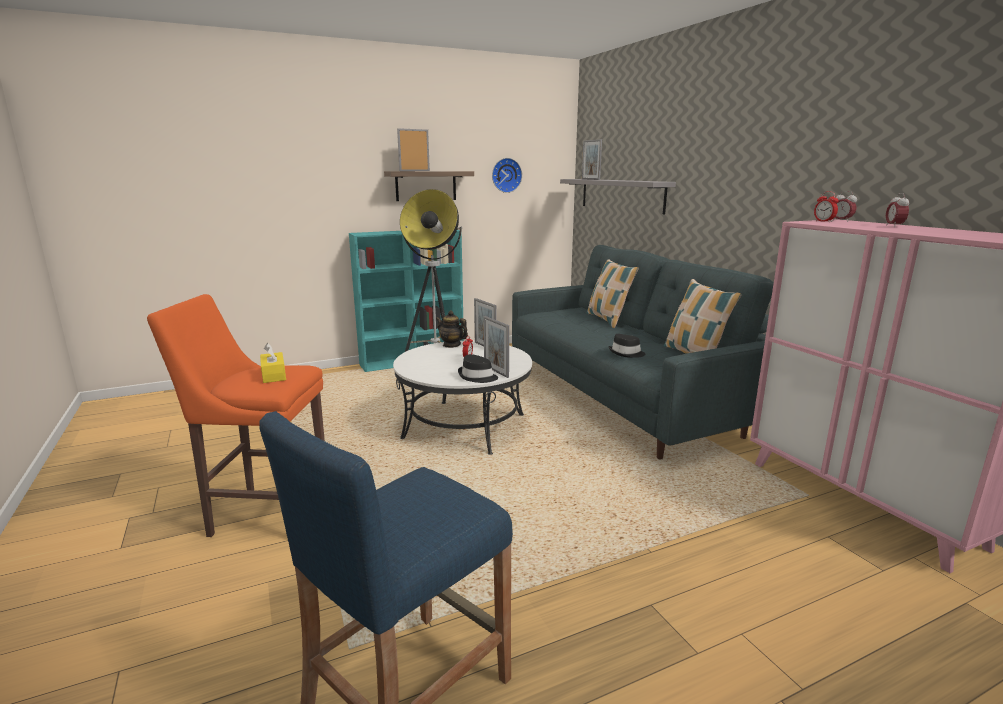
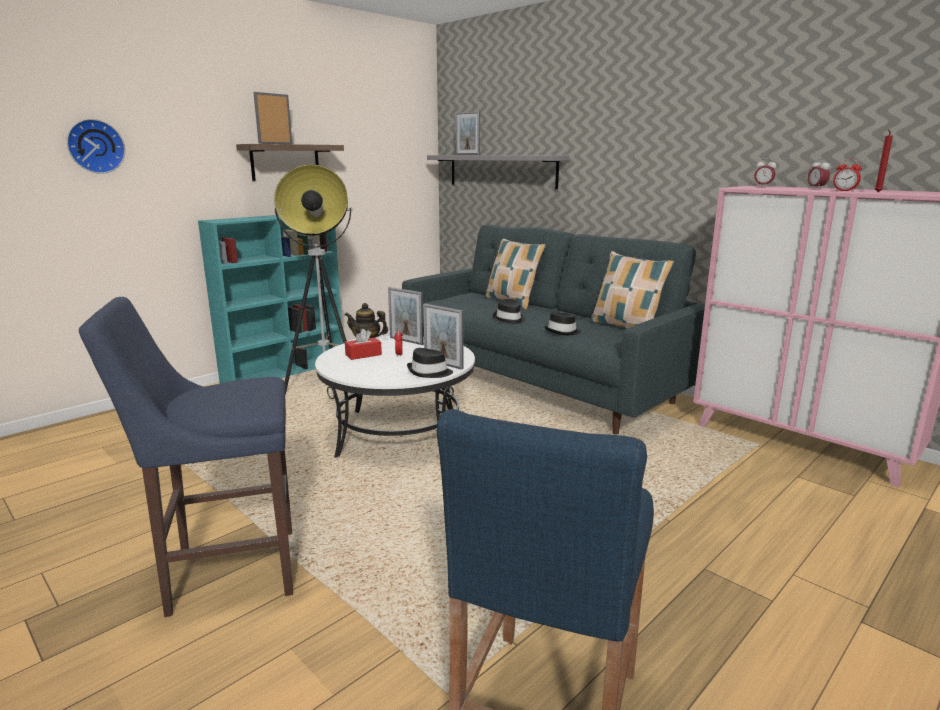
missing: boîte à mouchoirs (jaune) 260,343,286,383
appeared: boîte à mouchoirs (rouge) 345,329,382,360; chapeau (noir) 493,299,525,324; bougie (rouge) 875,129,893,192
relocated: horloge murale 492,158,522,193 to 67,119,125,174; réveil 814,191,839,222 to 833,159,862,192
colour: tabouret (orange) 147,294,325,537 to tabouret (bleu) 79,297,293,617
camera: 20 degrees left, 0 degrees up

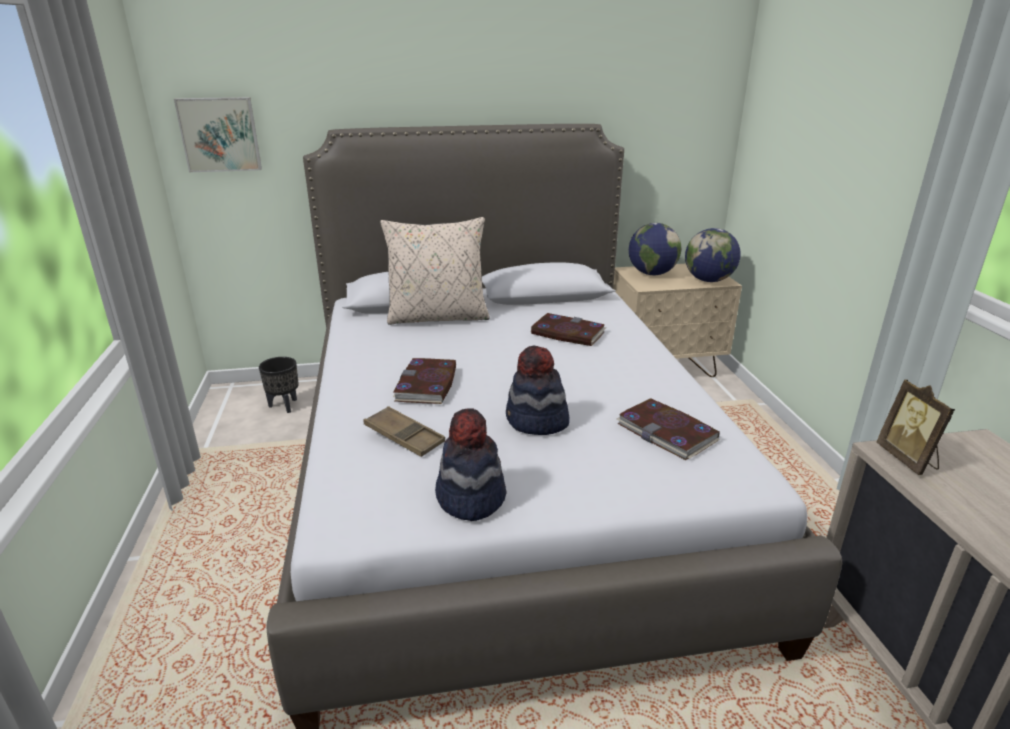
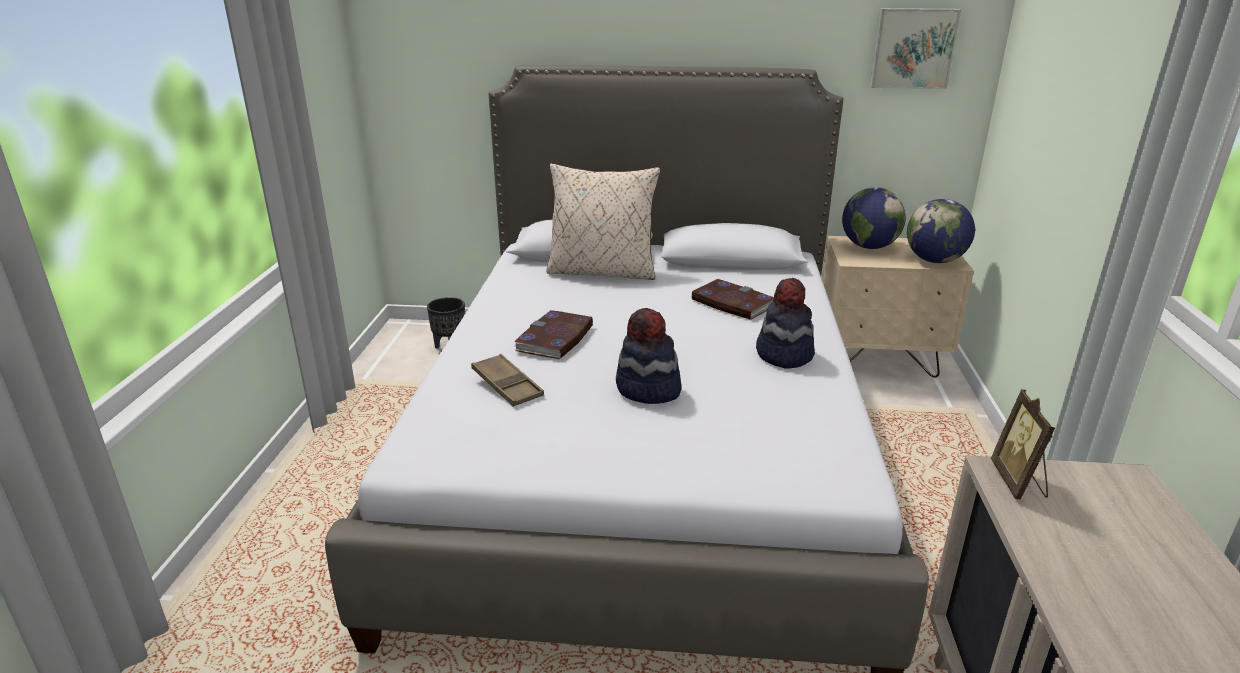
missing: livre 617,398,720,460
relocated: tableau 174,97,262,172 to 870,8,961,89; chapeau 435,408,506,521 to 756,278,815,369
camera: 15 degrees right, 0 degrees up

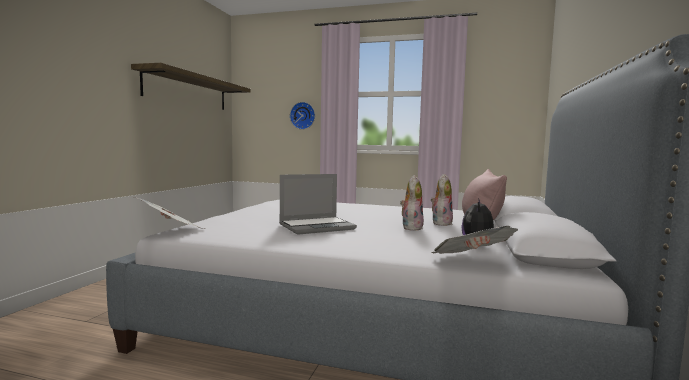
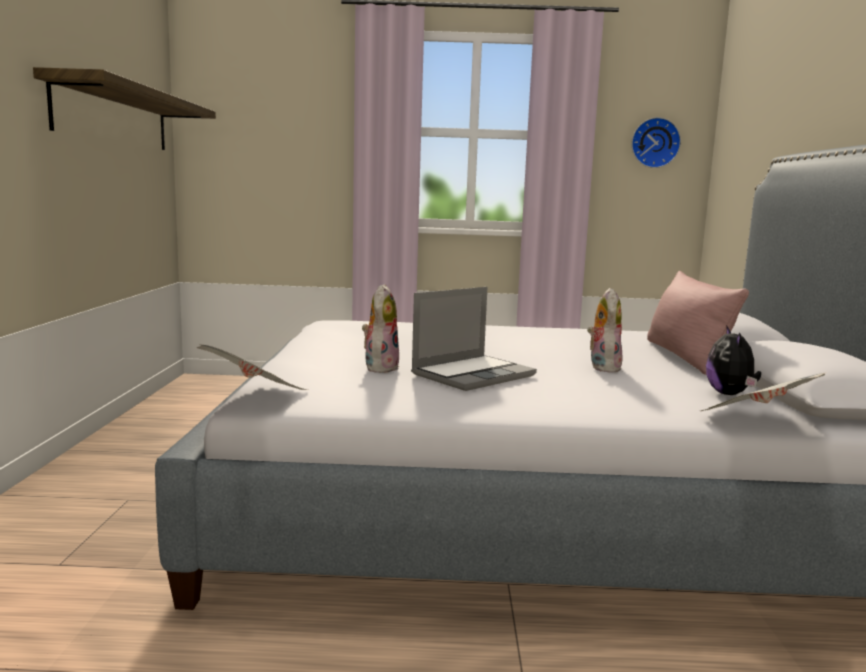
relocated: horloge murale 290,102,315,130 to 631,117,681,168; peluche 431,174,453,226 to 362,284,399,373
camera: 15 degrees left, 5 degrees up

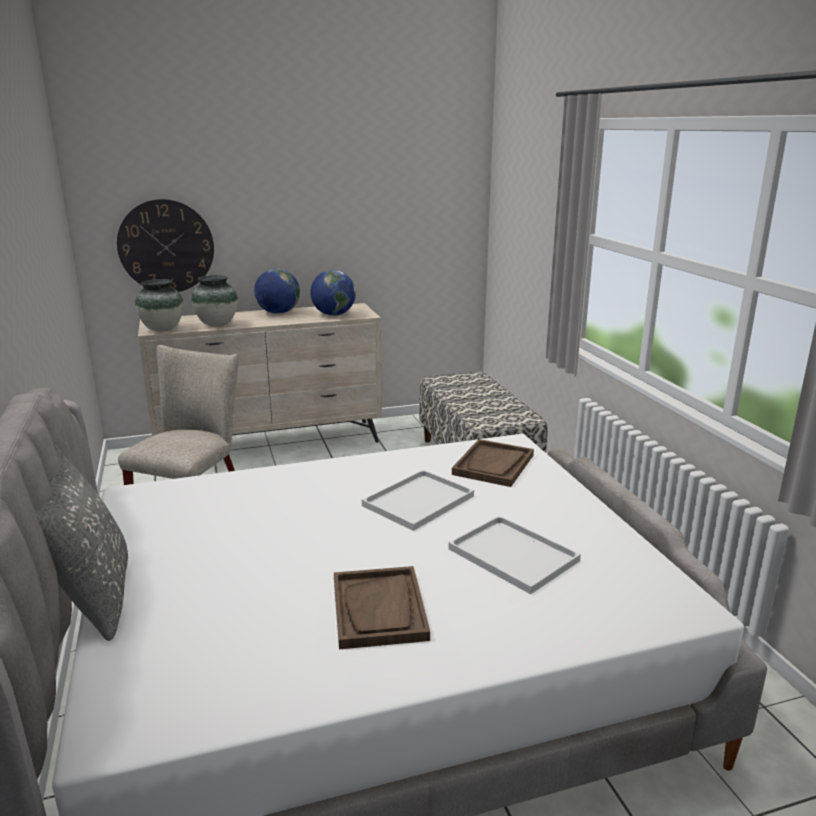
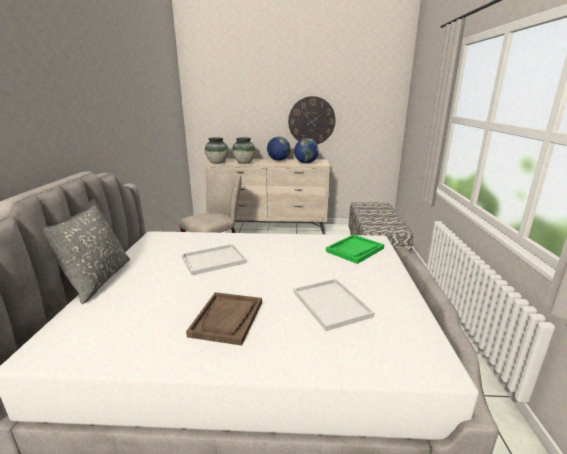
relocated: horloge murale 117,199,214,292 to 288,96,336,145; plateau (blanc) 362,470,474,531 to 182,244,247,275
colour: plateau (marron) 452,439,534,487 to plateau (vert) 326,234,384,264
camera: 20 degrees right, 0 degrees up

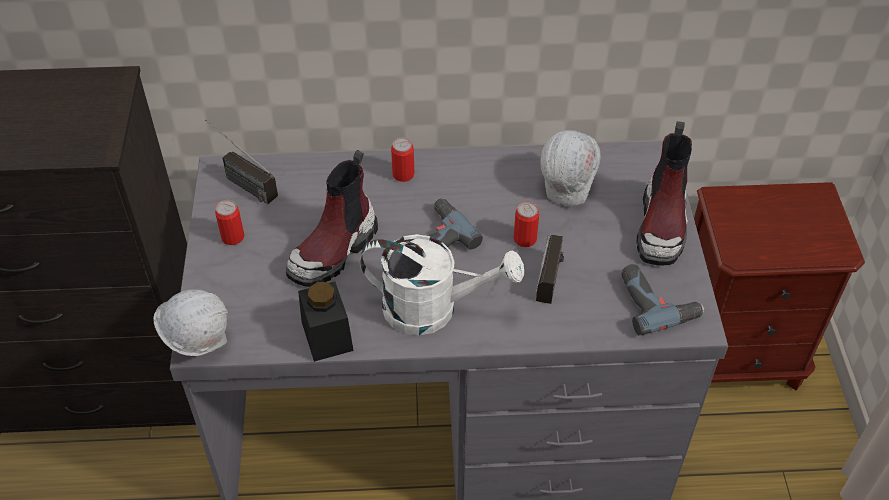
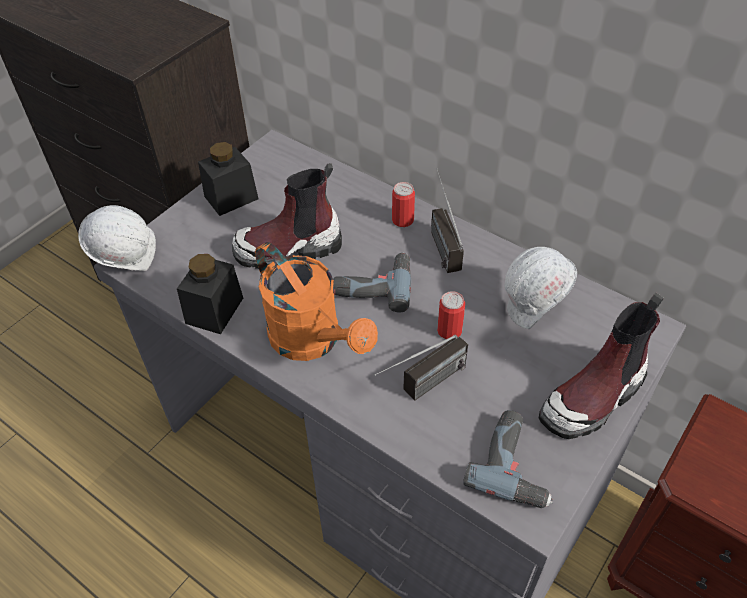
relocated: radio 205,120,278,204 to 431,168,464,273
exchanged: boîte métallique 215,200,245,245 to bocal (noir) 198,142,259,216
colour: arrosoir (blanc) 360,234,524,335 to arrosoir (orange) 255,242,378,361
camera: 40 degrees right, 0 degrees up

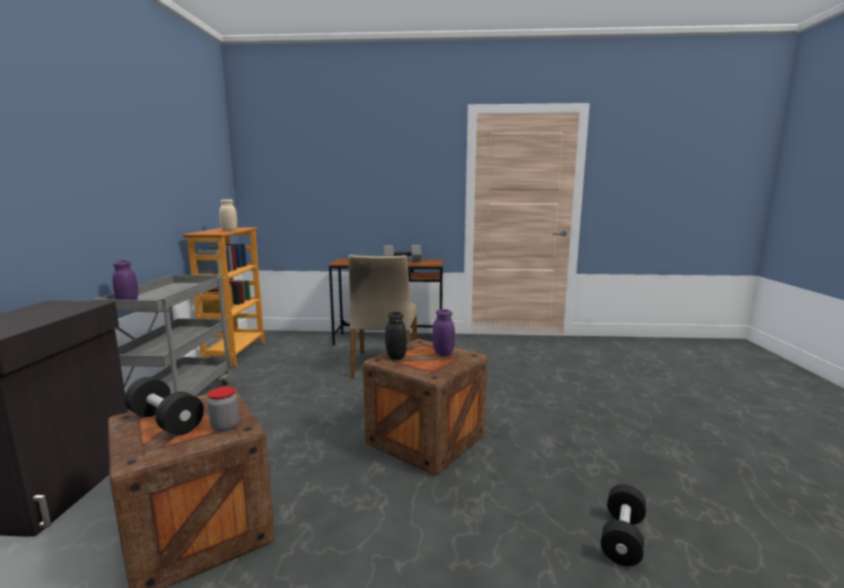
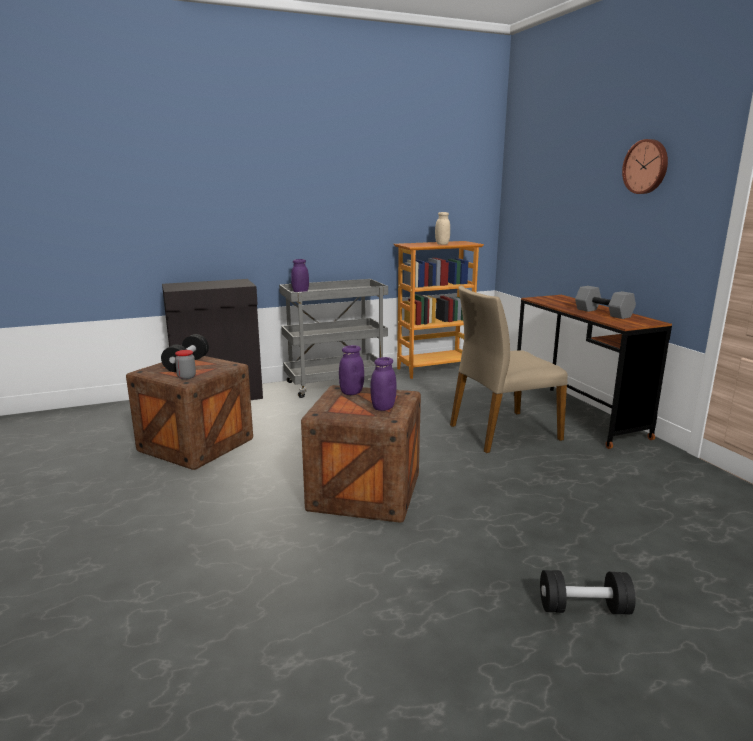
appeared: horloge murale 622,139,668,194
relocated: haltère (noir) 601,484,646,566 to 540,570,636,614
colour: bocal (noir) 385,312,407,360 to bocal (violet) 339,345,364,395
camera: 65 degrees right, 5 degrees up

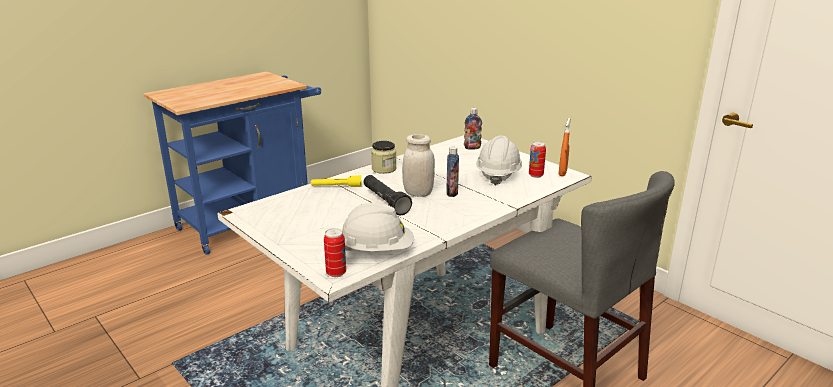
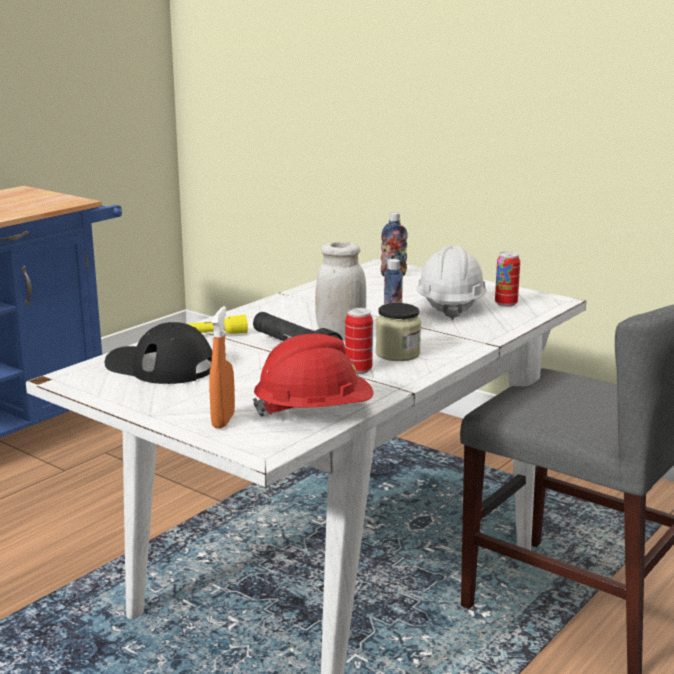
appeared: casquette (noir) 105,322,212,384
relocated: boîte métallique 324,228,346,277 to 345,308,373,374; bocal 371,141,396,174 to 376,303,421,361; vaporisateur (orange) 558,118,570,176 to 209,306,235,428
colour: casque de chantier (blanc) 342,202,414,251 to casque de chantier (rouge) 253,334,374,417
camera: 10 degrees left, 5 degrees down

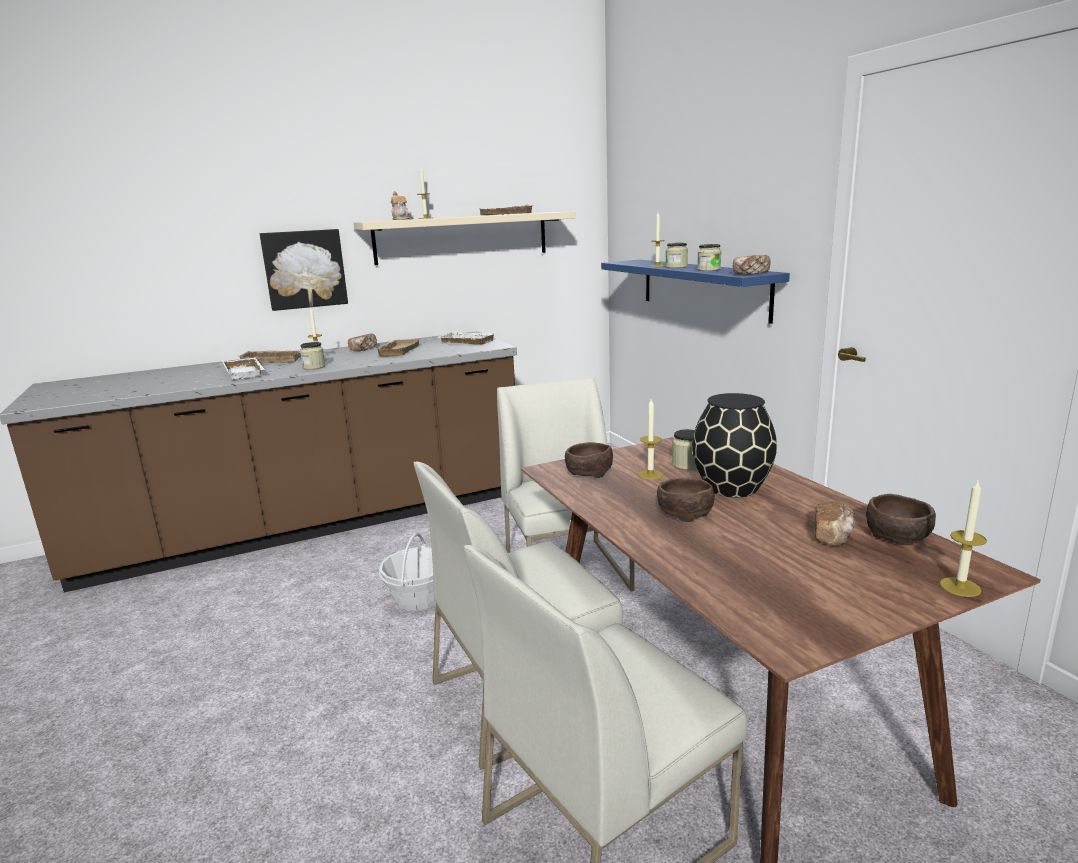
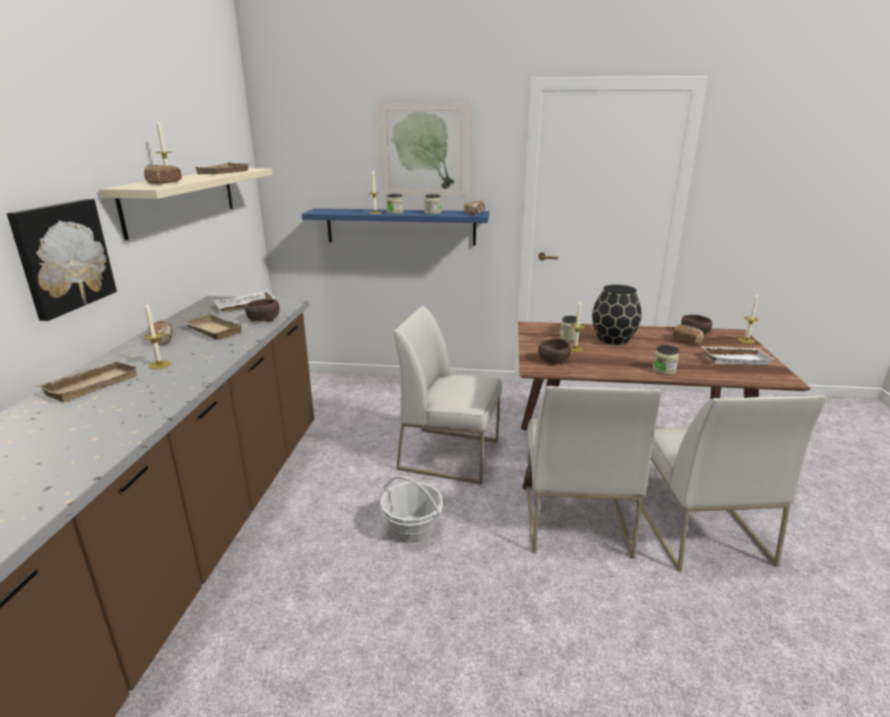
appeared: tableau 380,103,469,197
relocated: plateau (blanc) 222,358,265,381 to 701,346,773,365; bocal 300,342,326,370 to 653,345,679,375; bol (marron) 657,477,715,522 to 245,299,280,322
exchanged: théière 391,191,410,220 to pain 144,165,182,184
camera: 60 degrees left, 5 degrees up

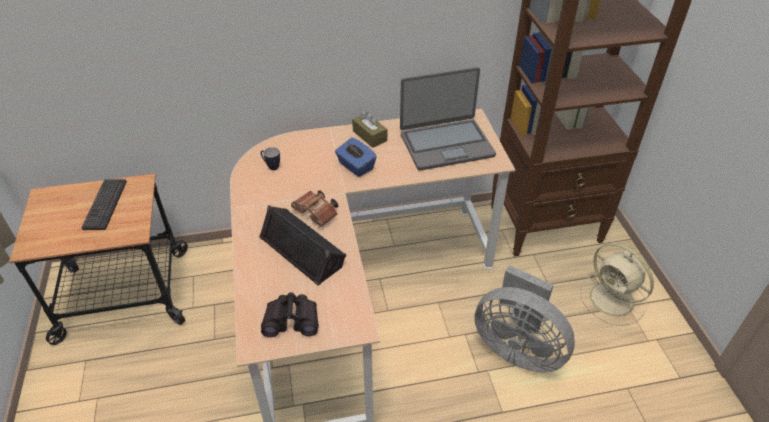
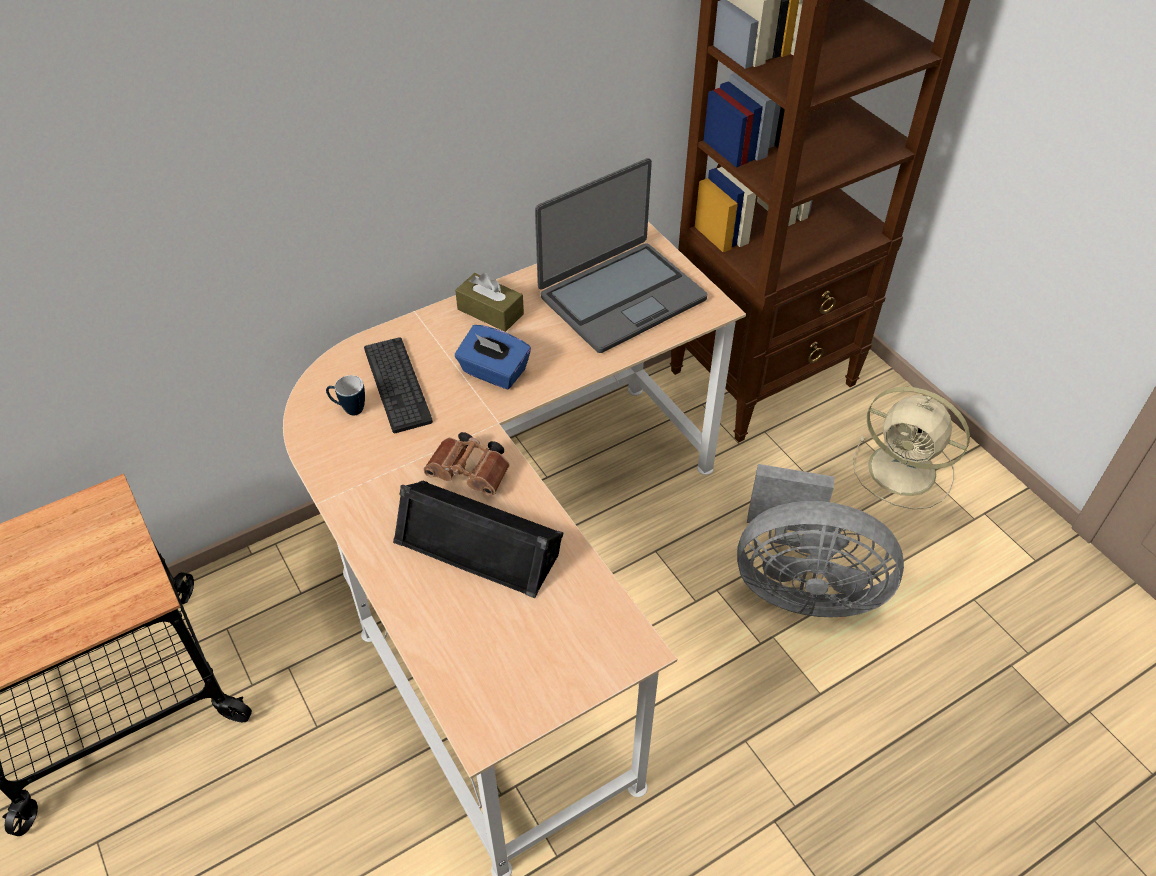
missing: jumelles (noir) 261,292,319,337
relocated: clavier 81,179,127,230 to 364,337,433,433
camera: 20 degrees left, 5 degrees up

